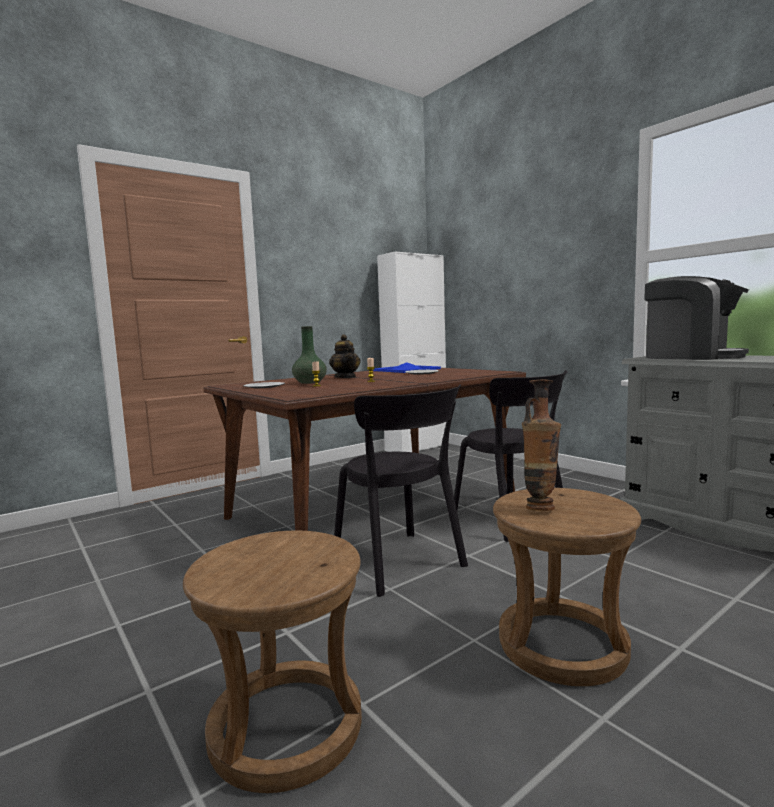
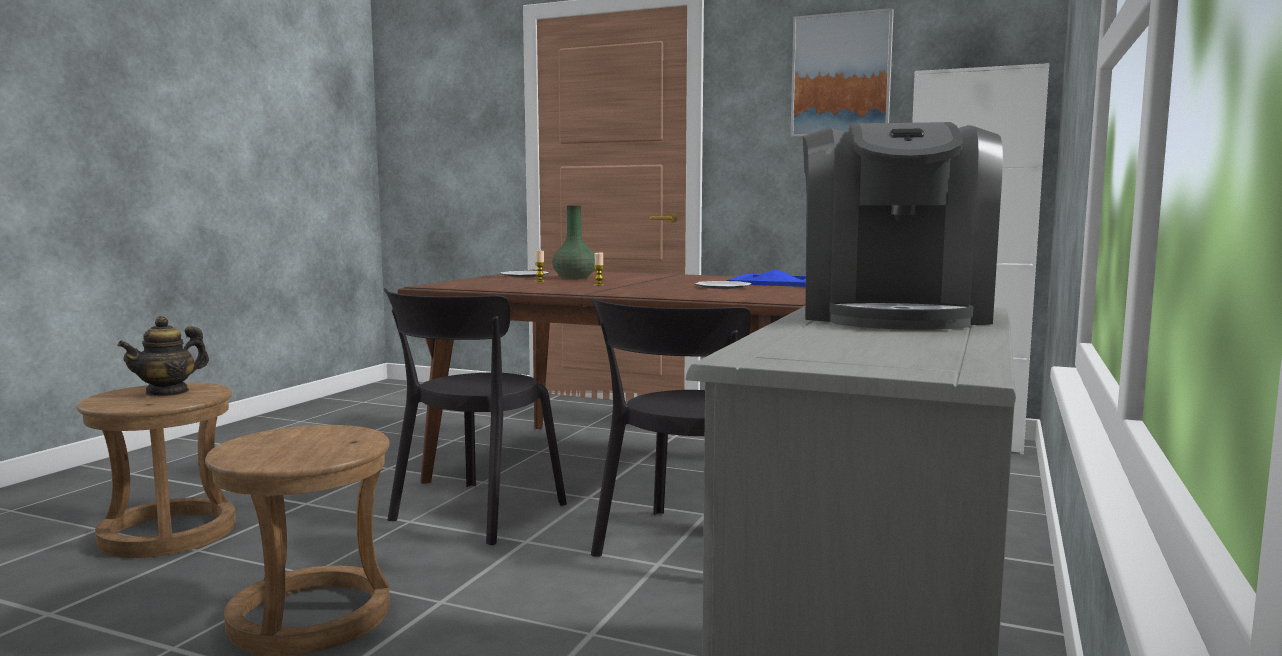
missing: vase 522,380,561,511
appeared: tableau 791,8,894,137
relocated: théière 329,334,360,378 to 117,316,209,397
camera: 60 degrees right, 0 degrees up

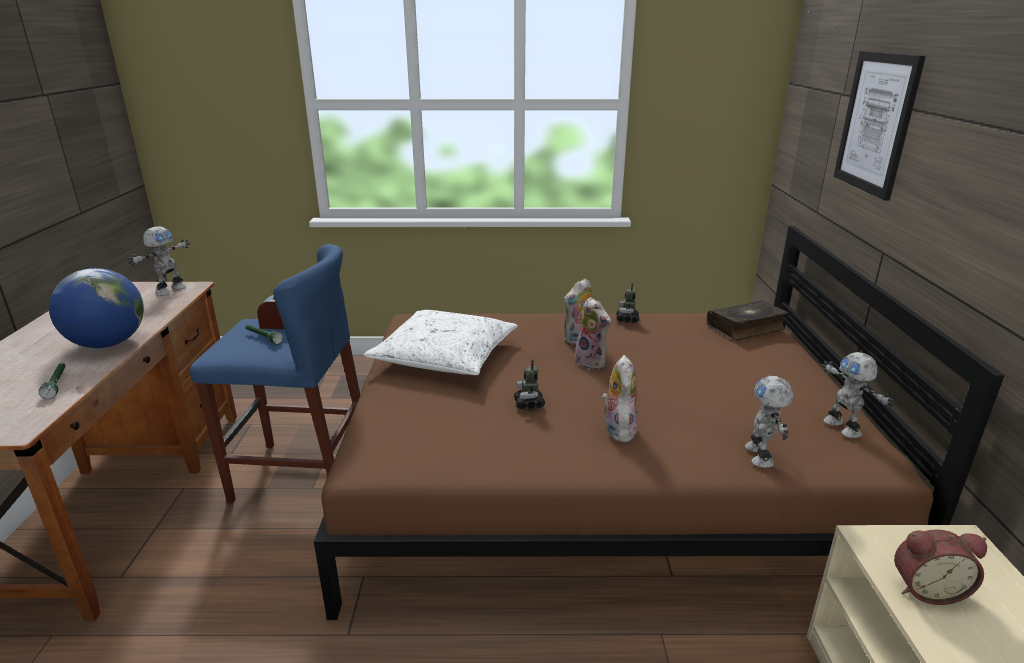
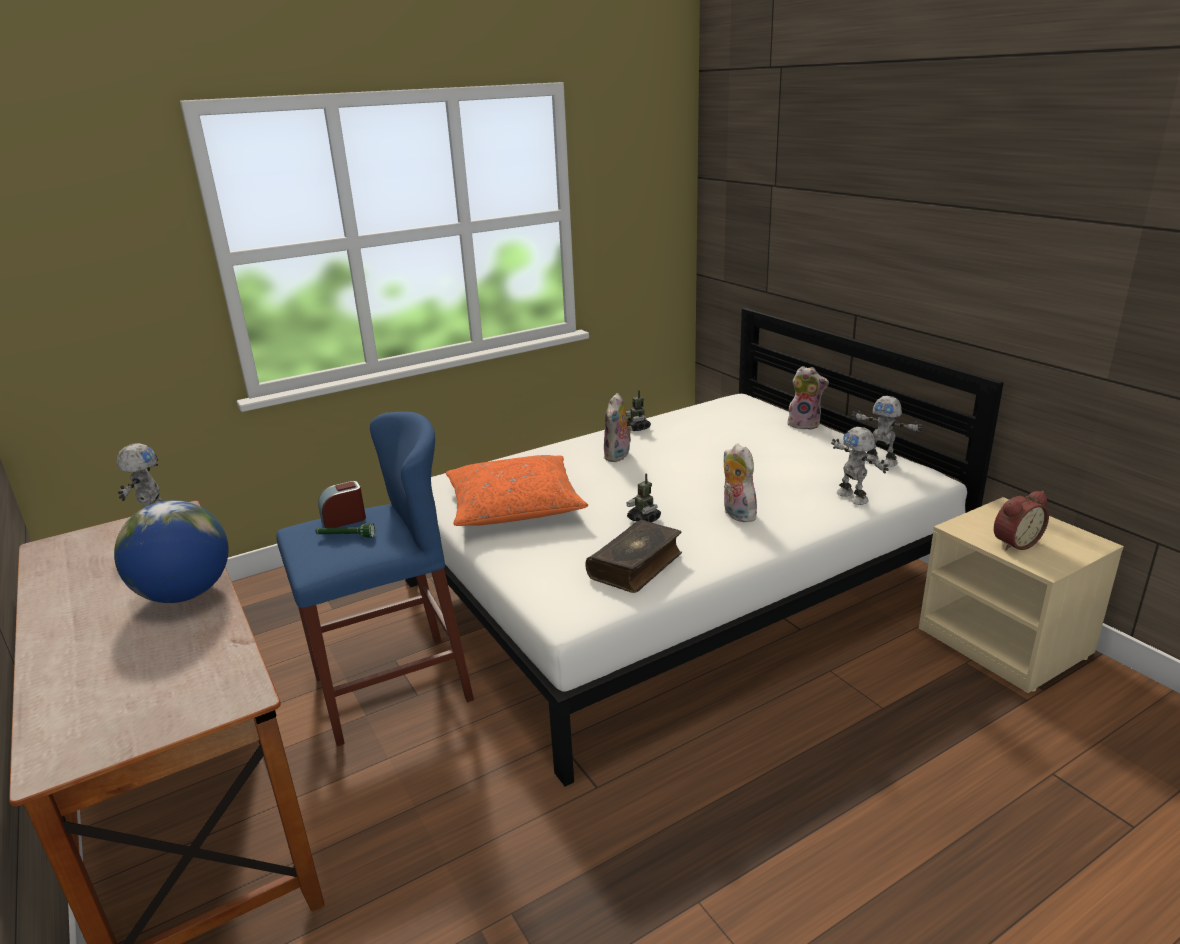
missing: lampe de poche (vert) 39,363,66,399; tableau 834,51,926,200
relocated: peluche 575,297,611,370 to 787,366,829,430; livre 707,300,788,341 to 585,520,682,593
colour: lit (marron) 314,226,1005,620 to lit (blanc) 405,308,1004,787; coussin (blanc) 364,310,518,375 to coussin (orange) 446,455,588,526
camera: 30 degrees left, 0 degrees up

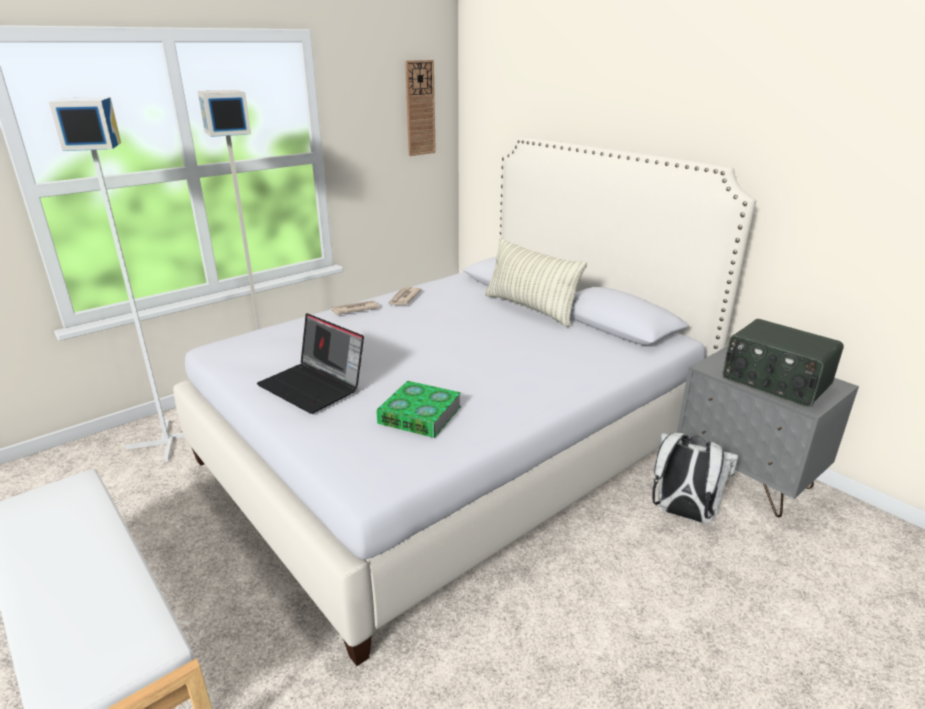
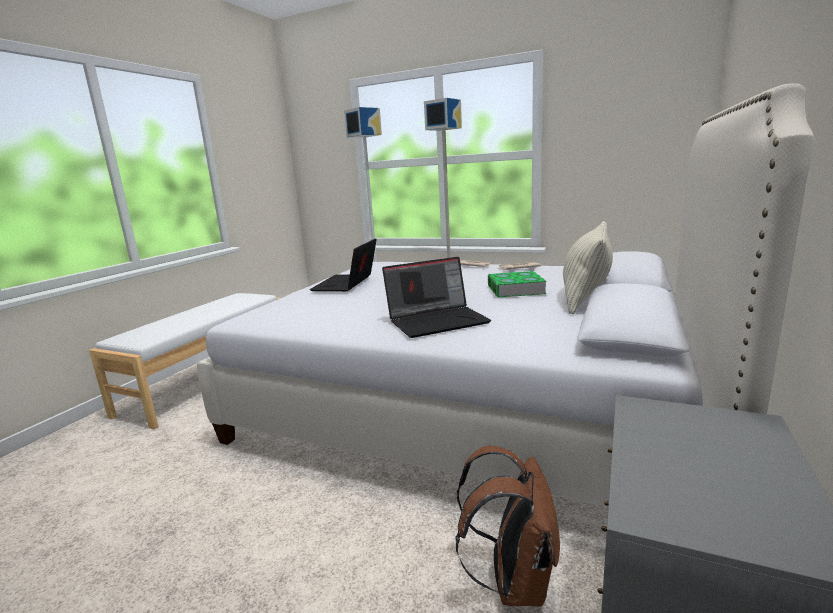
missing: horloge murale 405,60,436,156; radio 723,319,844,407
appeared: ordinateur portable 382,257,491,338
relocated: livre 376,381,461,438 to 488,271,547,297
colour: sac à dos (blanc) 652,433,739,523 to sac à dos (marron) 455,446,560,607
camera: 65 degrees right, 10 degrees down

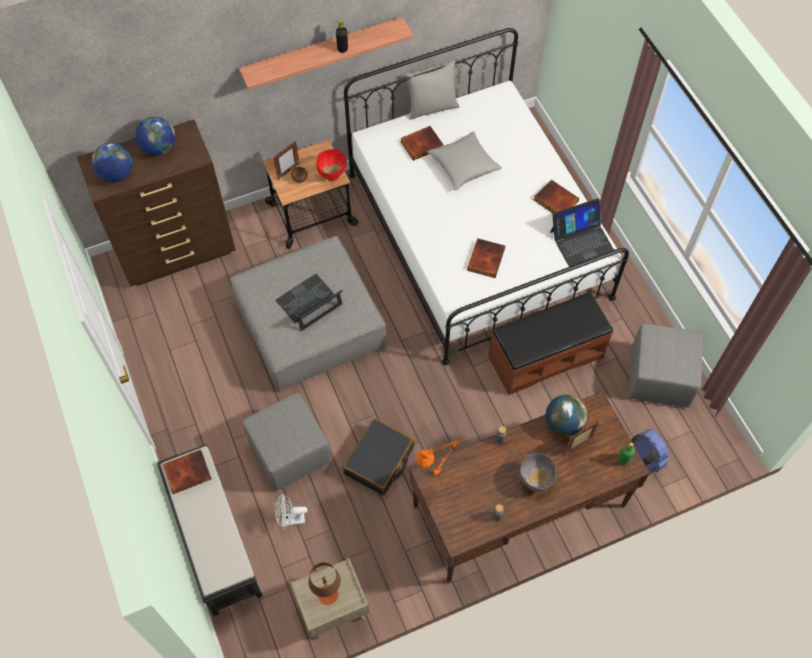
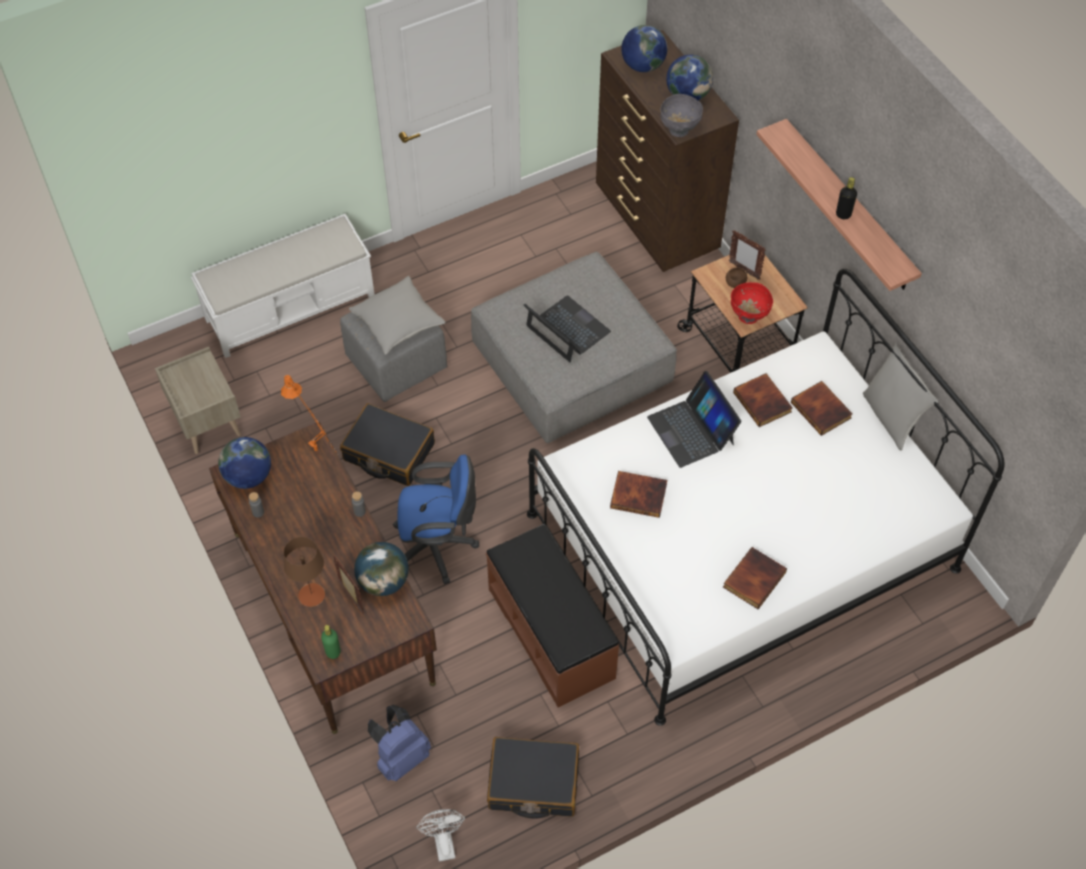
appeared: globe 218,437,271,489; chaise de bureau (bleu) 393,454,479,584
relocated: livre 163,450,211,494 to 733,373,793,427; ventilateur (blanc) 275,493,308,529 to 416,809,465,862; lampe de table (marron) 308,562,341,605 to 283,537,325,607; coussin (gris) 428,132,502,191 to 349,276,445,355; bol (gris) 519,453,556,492 to 661,94,703,137; ordinateur portable 550,198,614,267 to 647,371,741,468
exchanged: pouf (gris) 628,324,703,408 to valise (noir) 487,737,579,819
colour: banc (noir) 157,445,262,616 to banc (blanc) 191,214,375,358
camera: 85 degrees right, 5 degrees down

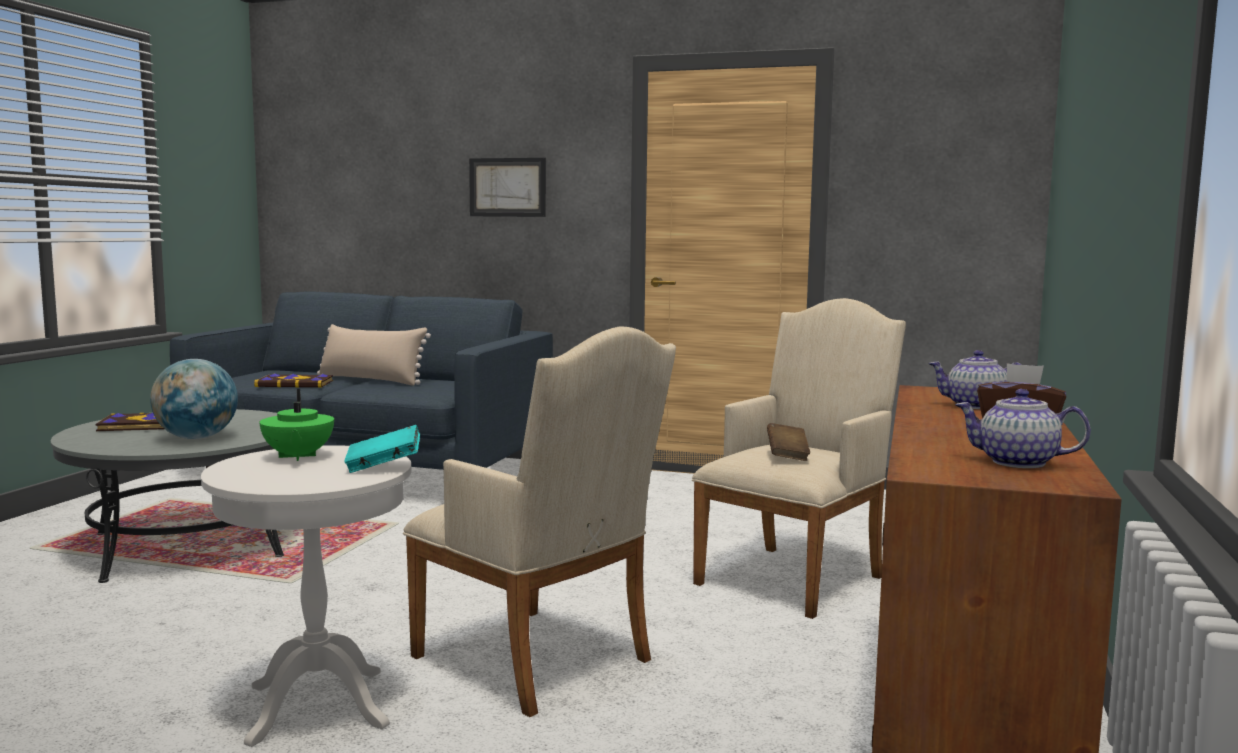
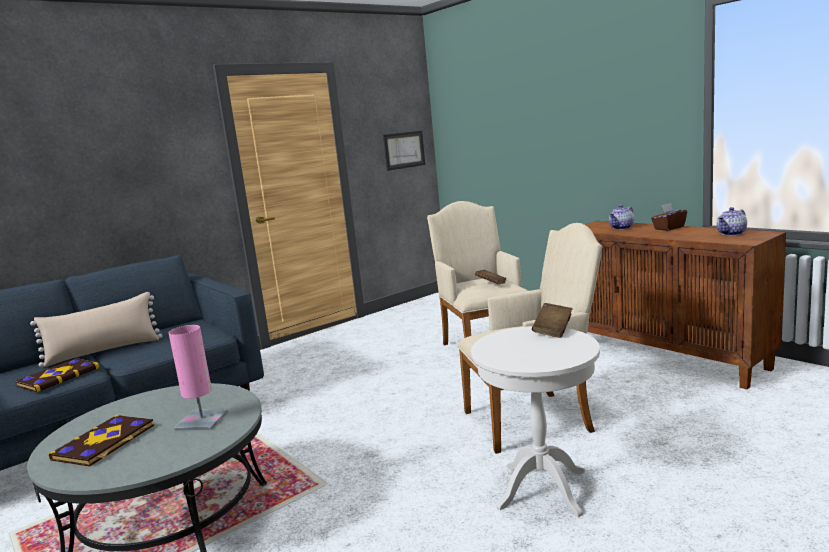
missing: théière (vert) 259,389,334,461
relocated: tableau 469,158,546,217 to 383,131,425,171
exchanged: globe 150,359,238,439 to lampe de table (rose) 169,325,229,431
colour: livre (turquoise) 344,425,420,473 to livre (marron) 532,303,573,338
camera: 55 degrees left, 5 degrees up

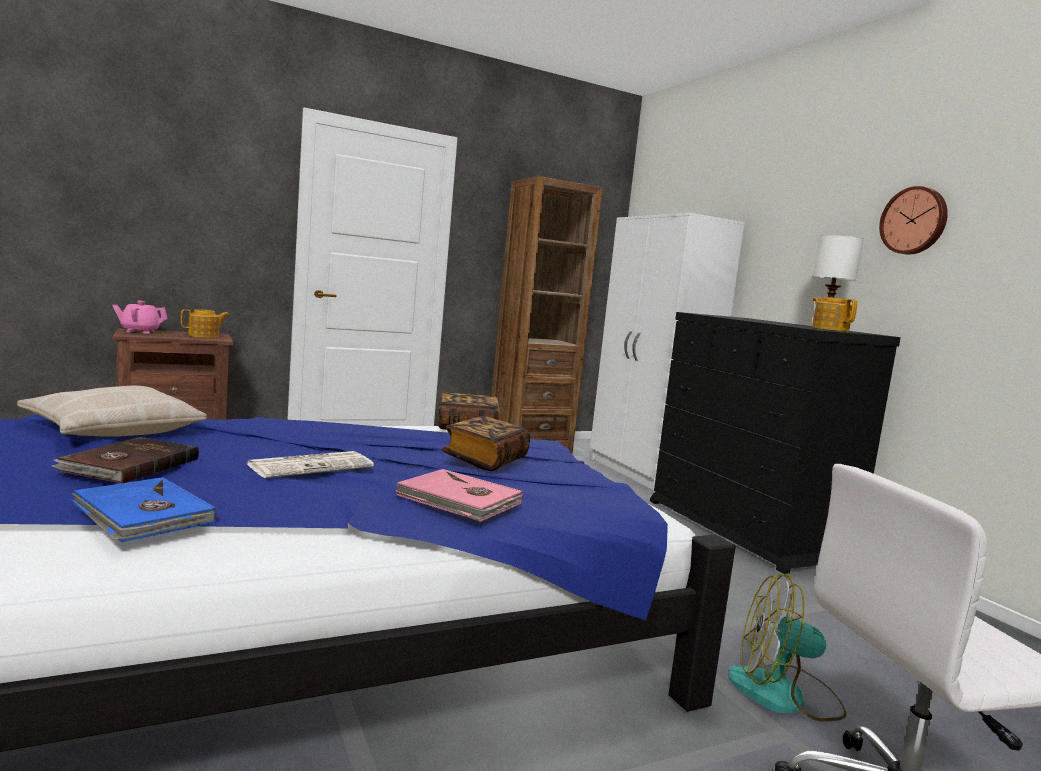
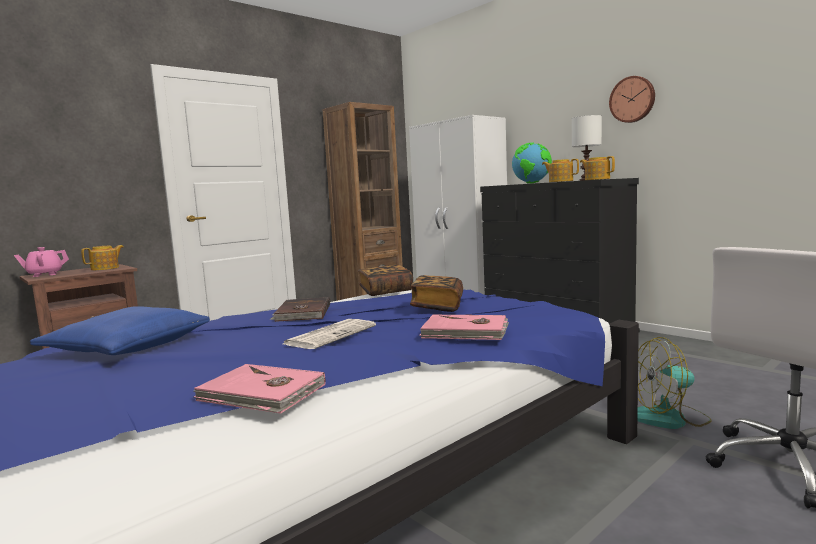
appeared: globe 512,142,552,183; théière 542,159,579,182
relocated: livre (marron) 52,437,199,483 to 270,297,330,322
colour: coussin (beige) 17,386,207,437 to coussin (bleu) 30,306,210,355; livre (bleu) 72,477,217,542 to livre (rose) 193,364,326,414
camera: 15 degrees left, 0 degrees up

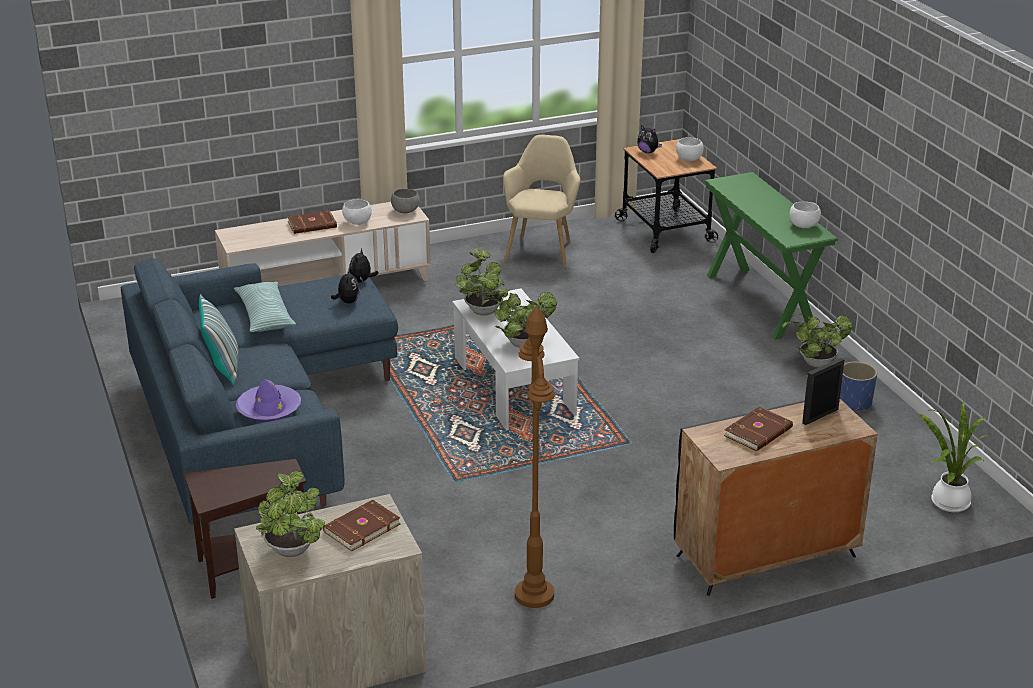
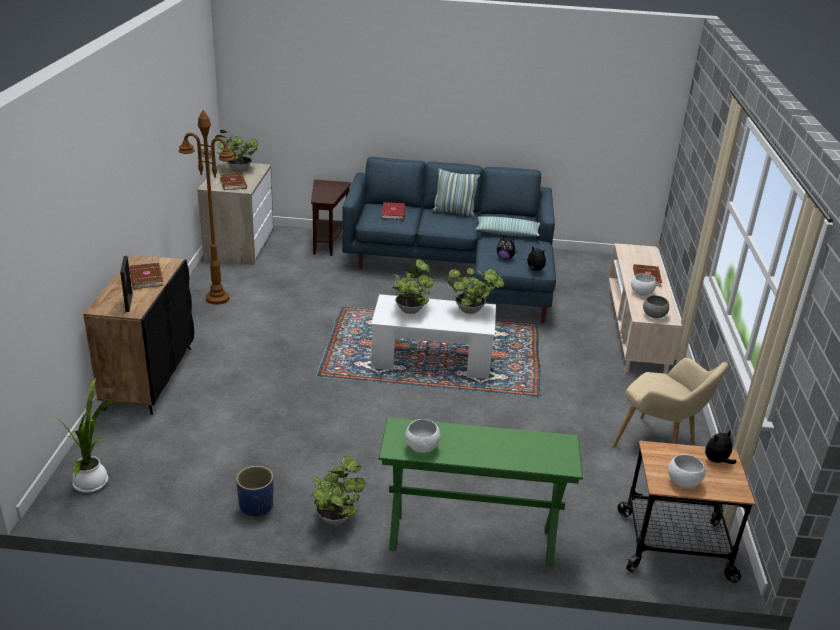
exchanged: chapeau (violet) 236,379,301,422 to livre (rouge) 382,202,405,220
camera: 115 degrees right, 0 degrees up

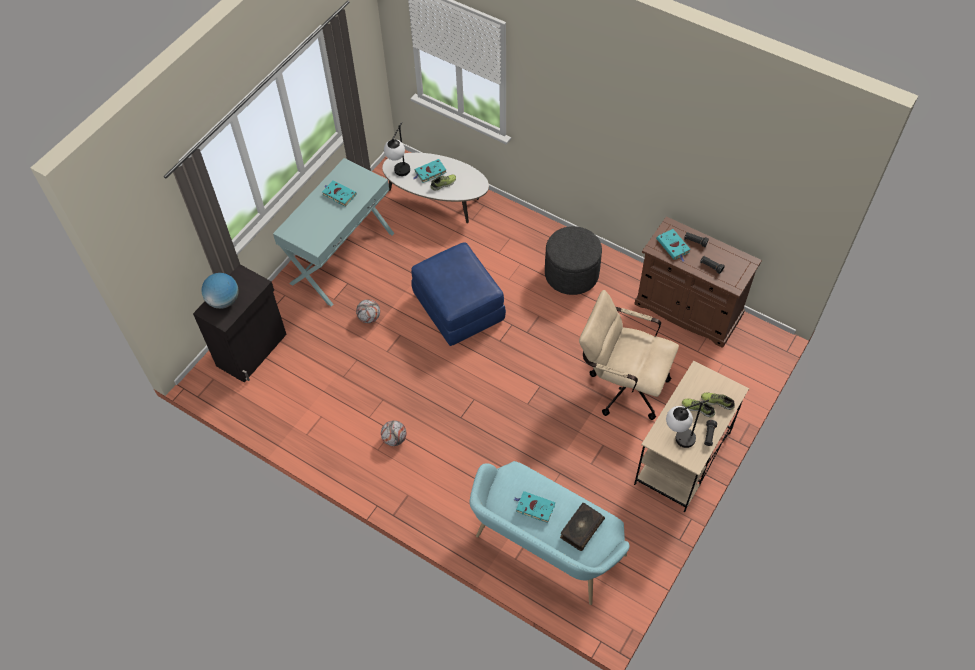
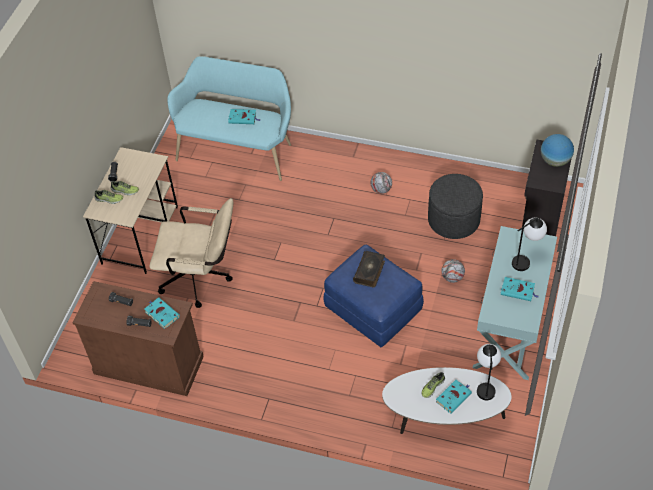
relocated: pouf (gris) 545,226,602,295 to 428,174,483,239; livre 560,503,605,551 to 353,251,385,288; lampe de table 666,400,709,448 to 512,217,547,271
camera: 165 degrees right, 5 degrees down

